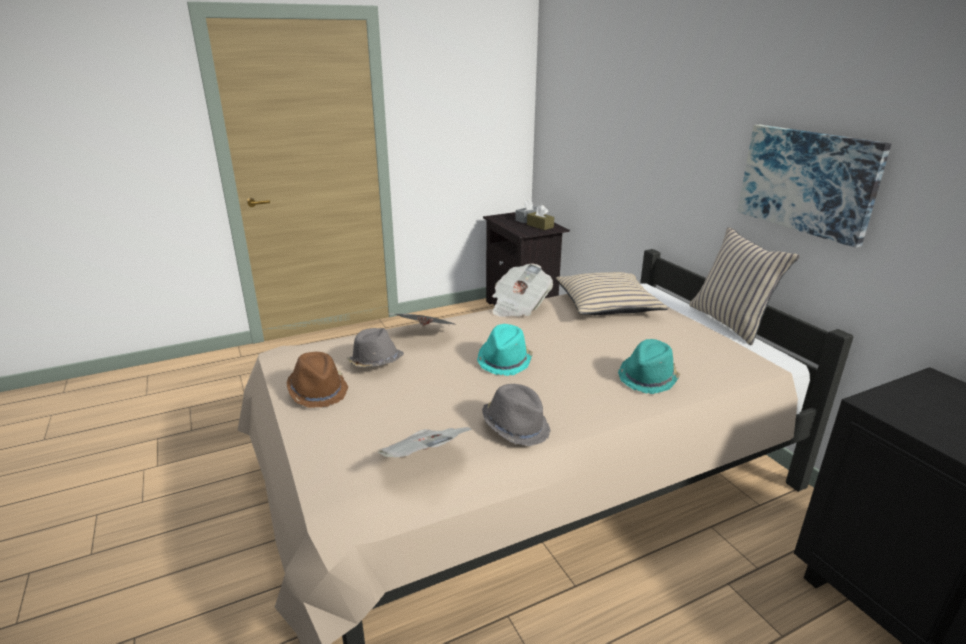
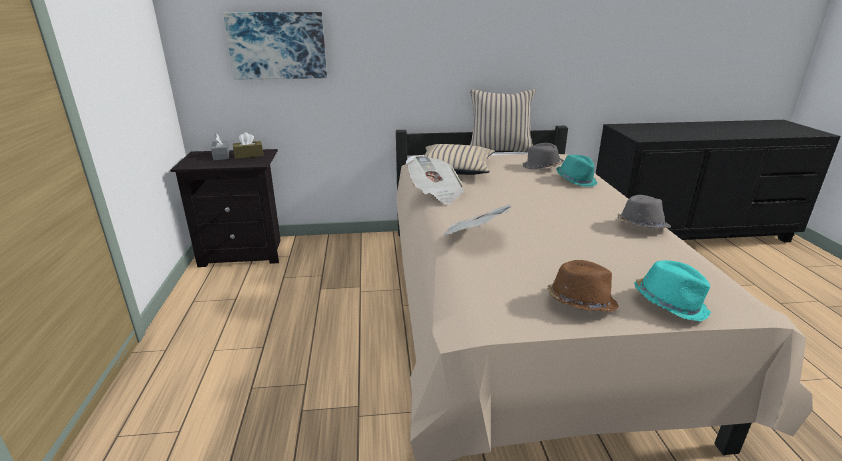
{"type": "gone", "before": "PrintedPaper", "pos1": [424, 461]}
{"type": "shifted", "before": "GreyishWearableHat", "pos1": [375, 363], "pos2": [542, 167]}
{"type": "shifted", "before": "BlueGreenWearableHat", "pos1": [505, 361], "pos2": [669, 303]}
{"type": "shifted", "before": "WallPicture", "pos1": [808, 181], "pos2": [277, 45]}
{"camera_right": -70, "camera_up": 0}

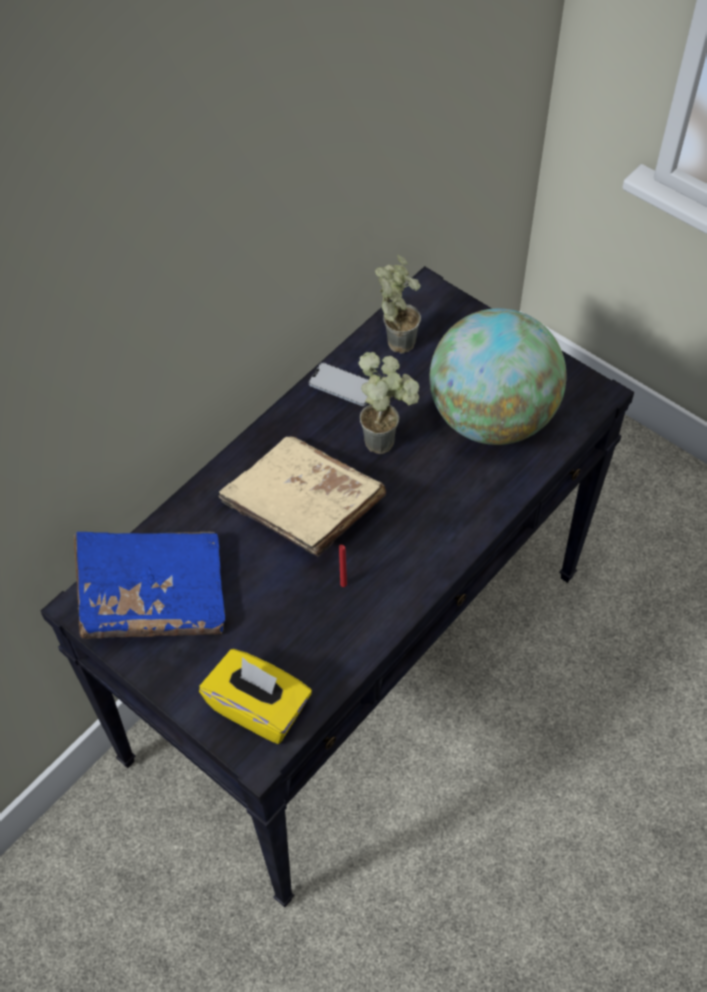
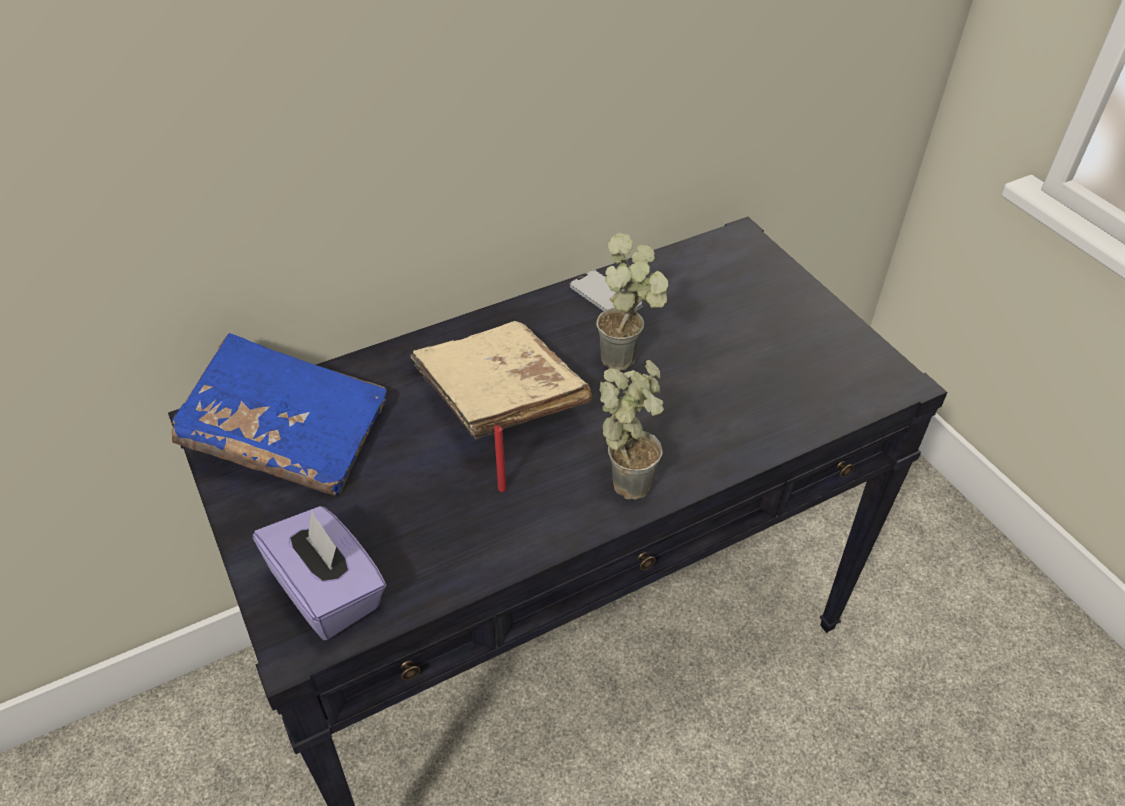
{"type": "gone", "before": "Globe", "pos1": [491, 418]}
{"type": "shifted", "before": "PlantInAPot", "pos1": [396, 338], "pos2": [629, 476]}
{"type": "repainted", "before": "YellowishTissueHolder", "after": "PurpleTissueHolder", "pos1": [259, 708], "pos2": [329, 591]}
{"camera_right": 20, "camera_up": -10}

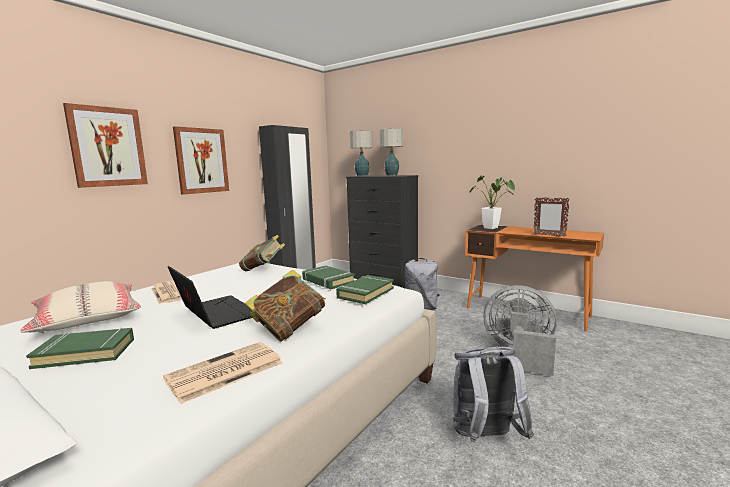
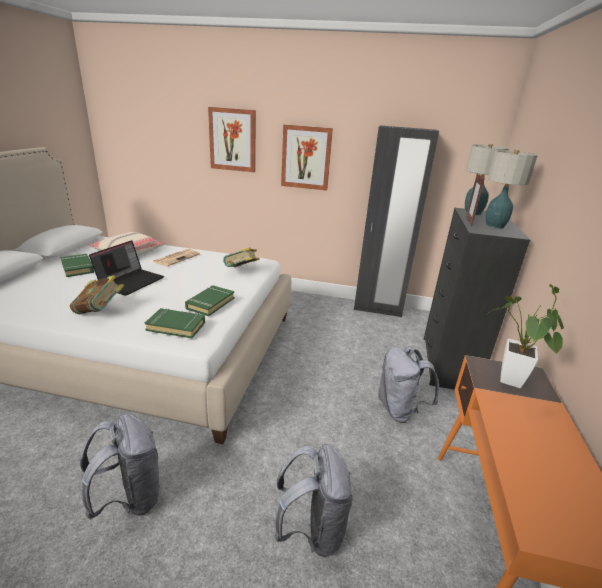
{"type": "gone", "before": "PrintedPaper", "pos1": [224, 372]}
{"type": "shifted", "before": "PictureFrame", "pos1": [549, 235], "pos2": [469, 221]}
{"type": "swapped", "before": "GreyishElectricFan", "after": "GreyishKnapsack", "pos1": [519, 354], "pos2": [312, 530]}
{"camera_right": 65, "camera_up": 15}

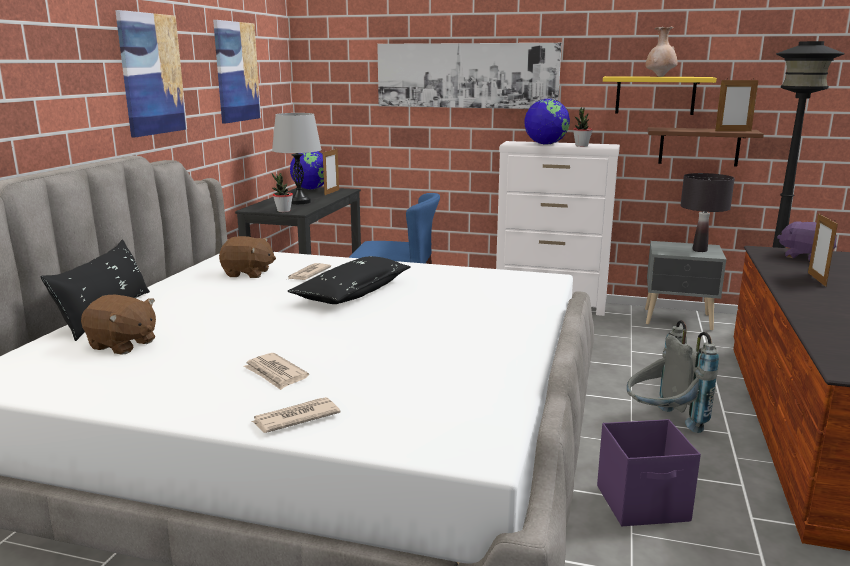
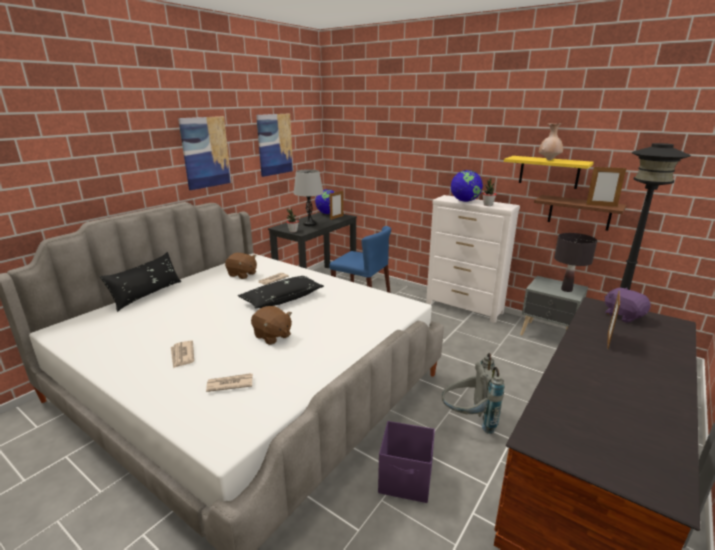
{"type": "gone", "before": "WallPicture", "pos1": [466, 75]}
{"type": "shifted", "before": "BrownishPlushToy", "pos1": [123, 345], "pos2": [272, 336]}
{"type": "shifted", "before": "PrintedPaper", "pos1": [295, 418], "pos2": [229, 384]}
{"camera_right": 20, "camera_up": 5}

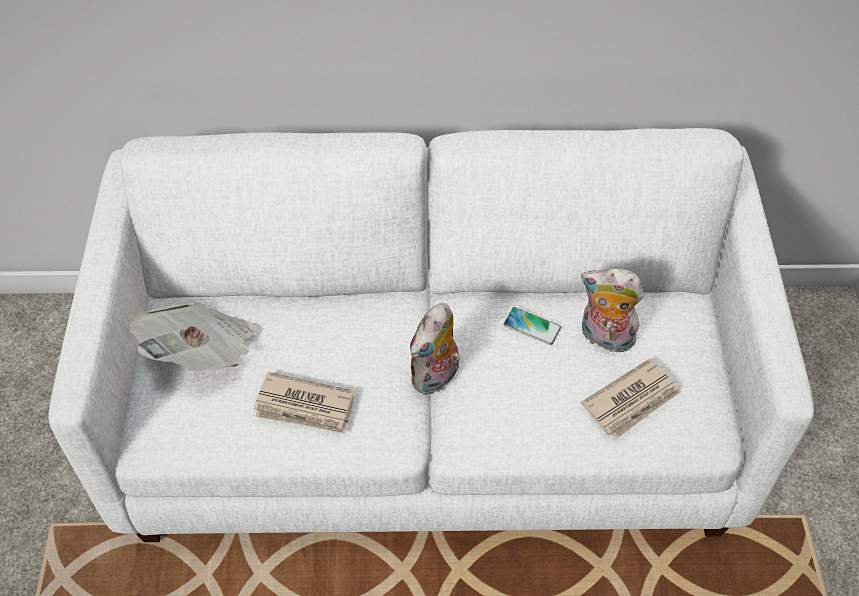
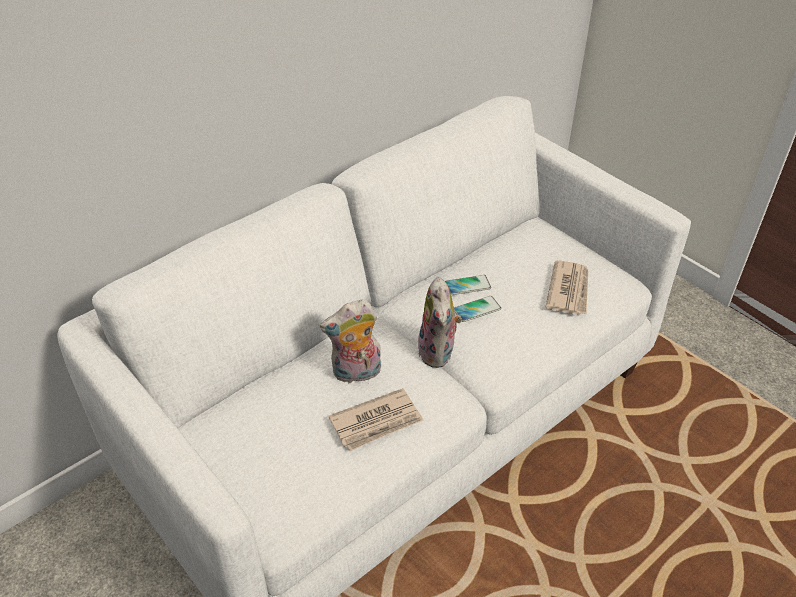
{"type": "gone", "before": "PrintedPaper", "pos1": [203, 352]}
{"type": "new", "after": "Handset", "pos2": [477, 309]}
{"type": "shifted", "before": "PlushToy", "pos1": [604, 338], "pos2": [356, 373]}
{"camera_right": -40, "camera_up": -10}

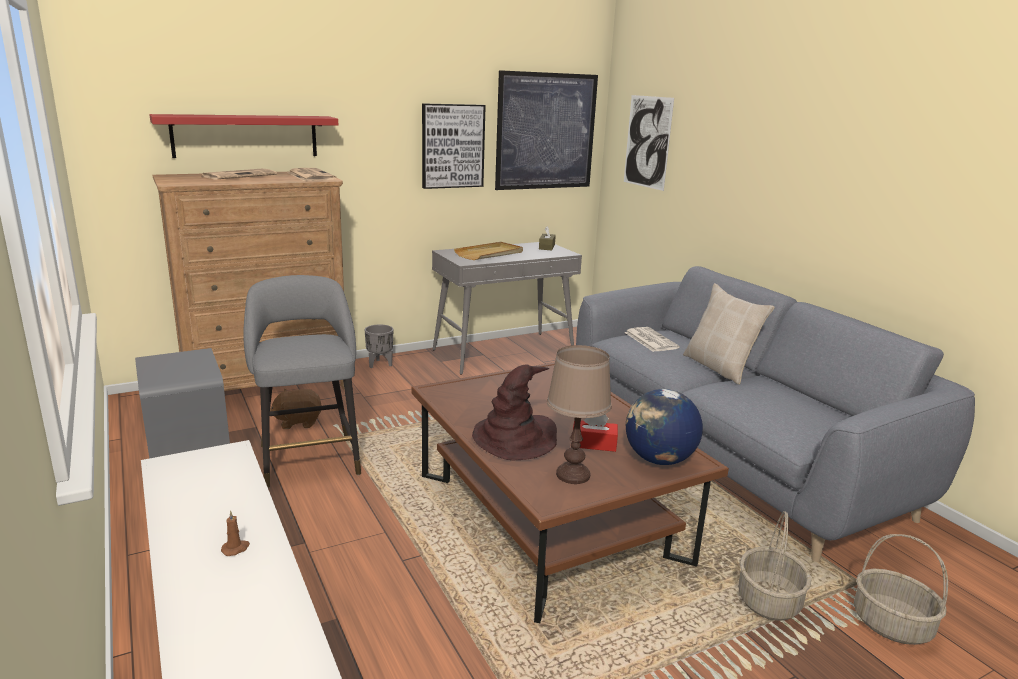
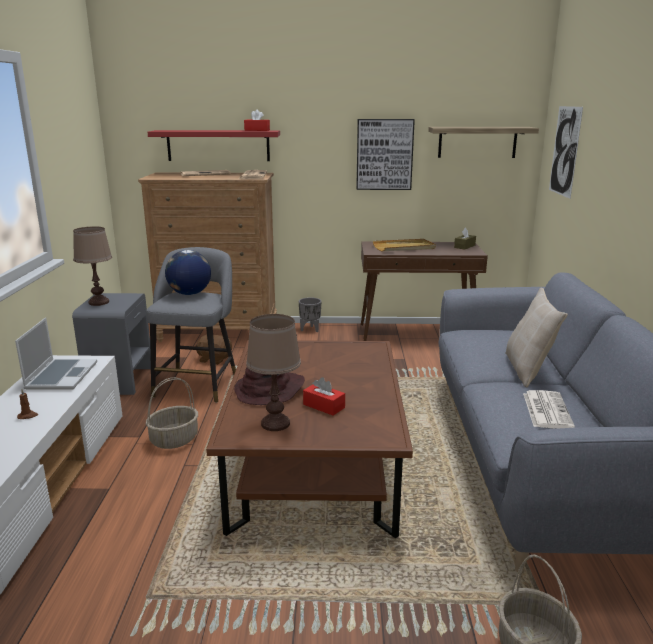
{"type": "new", "after": "Laptop", "pos2": [61, 375]}
{"type": "new", "after": "BrownishTabletopLamp", "pos2": [98, 302]}
{"type": "new", "after": "ReddishTissueHolder", "pos2": [257, 130]}
{"type": "shifted", "before": "PrintedPaper", "pos1": [650, 340], "pos2": [546, 410]}
{"type": "shifted", "before": "Globe", "pos1": [659, 460], "pos2": [189, 294]}
{"type": "shifted", "before": "StorageBasket", "pos1": [768, 600], "pos2": [174, 439]}
{"type": "swapped", "before": "WallPicture", "after": "Shelf", "pos1": [546, 131], "pos2": [477, 142]}
{"type": "repainted", "before": "GreyishConsoleTable", "after": "BrownishConsoleTable", "pos1": [504, 352], "pos2": [417, 335]}
{"camera_right": 30, "camera_up": 0}

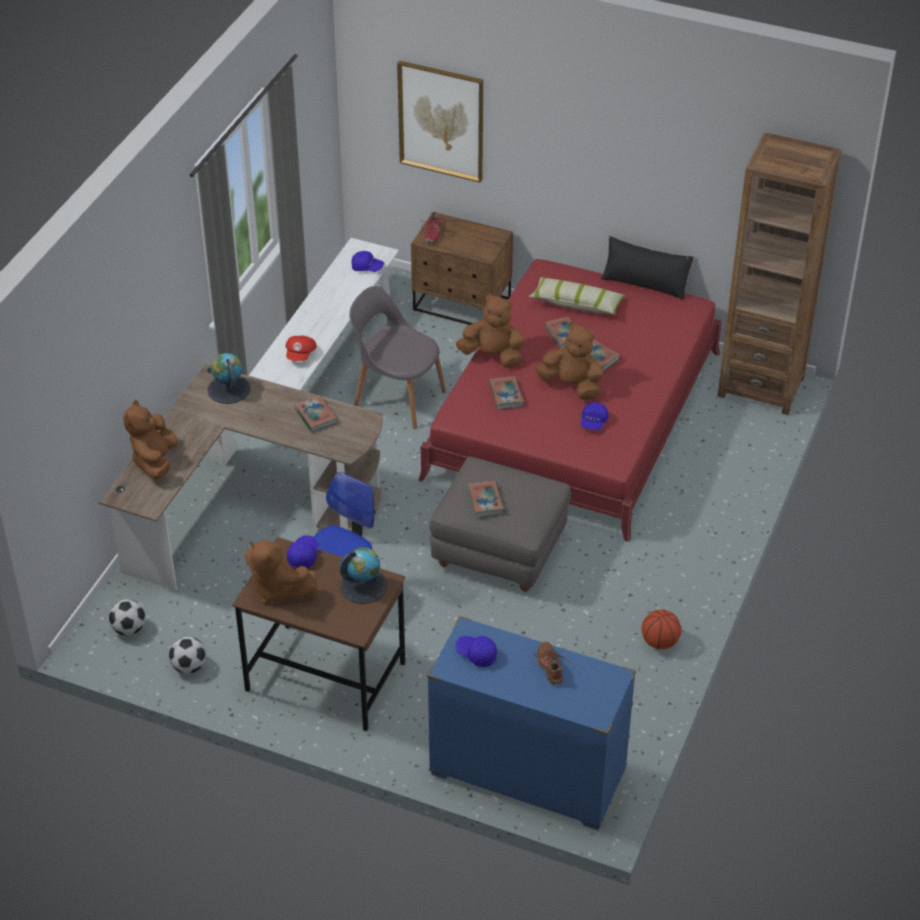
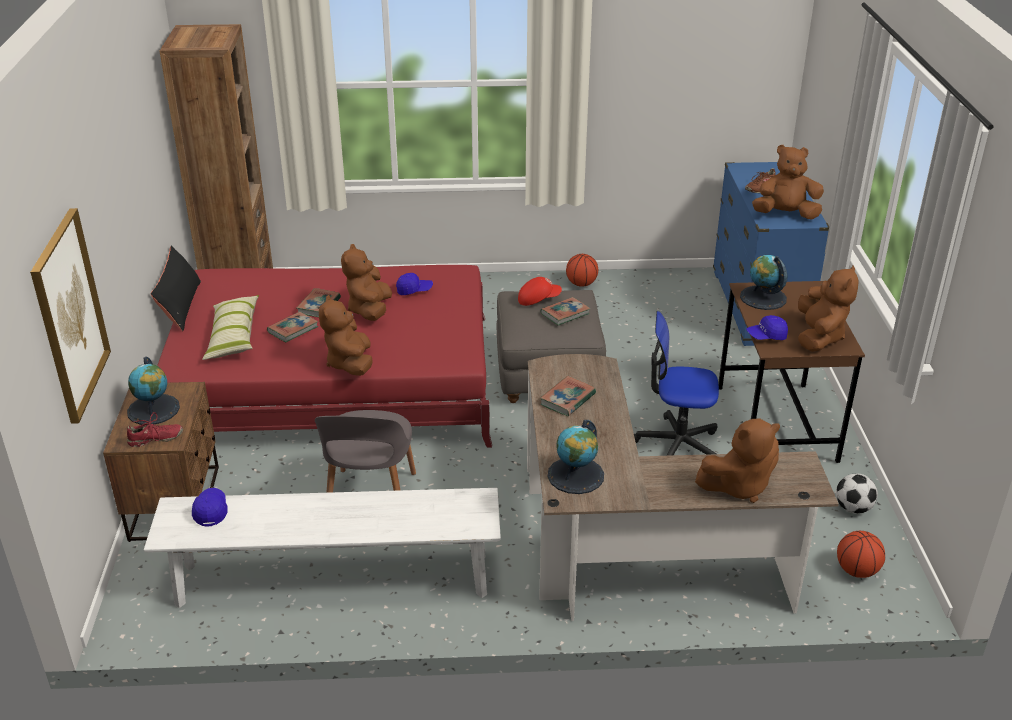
{"type": "gone", "before": "Book", "pos1": [506, 395]}
{"type": "new", "after": "Globe", "pos2": [153, 409]}
{"type": "shifted", "before": "ReddishCap", "pos1": [301, 355], "pos2": [538, 299]}
{"type": "swapped", "before": "BallForFootball", "after": "Basketball", "pos1": [129, 629], "pos2": [857, 571]}
{"type": "swapped", "before": "BluishCap", "after": "BrownishPlushToy", "pos1": [476, 654], "pos2": [785, 215]}
{"camera_right": -115, "camera_up": -10}

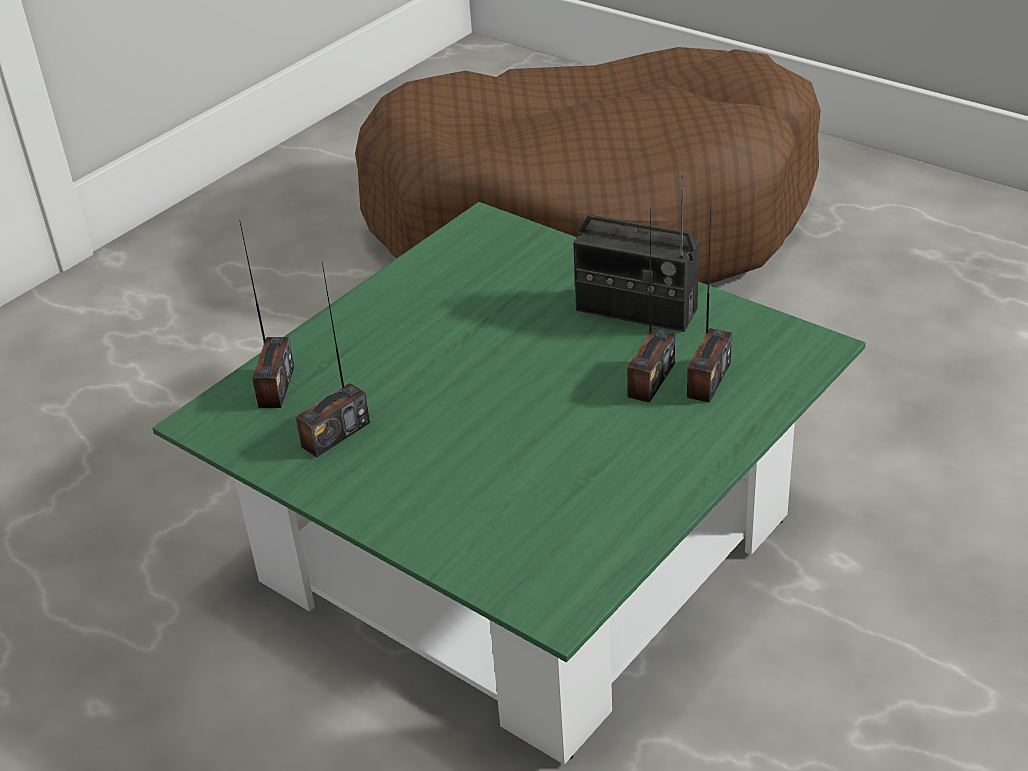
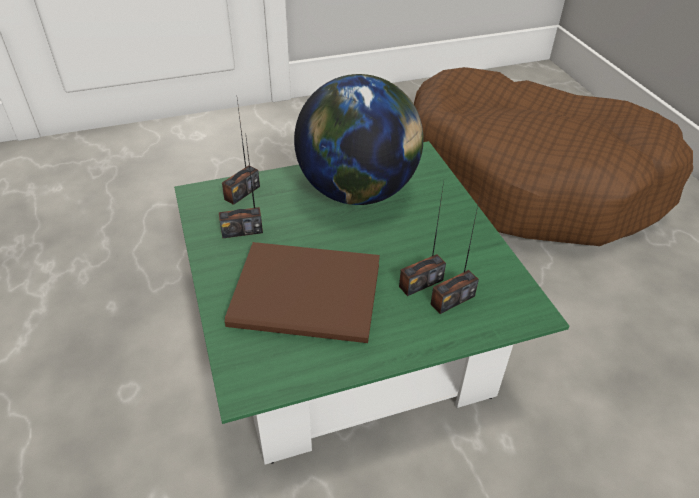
{"type": "gone", "before": "RadioReceiver", "pos1": [636, 310]}
{"type": "new", "after": "BrownishBook", "pos2": [310, 298]}
{"type": "new", "after": "Globe", "pos2": [358, 191]}
{"camera_right": 30, "camera_up": 5}

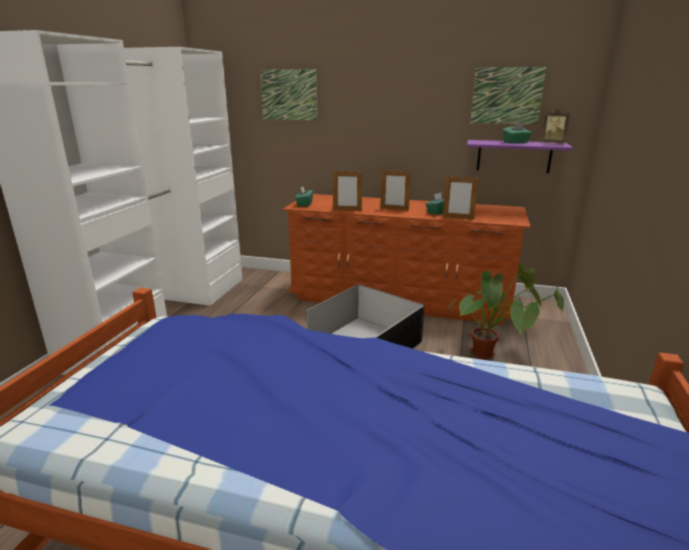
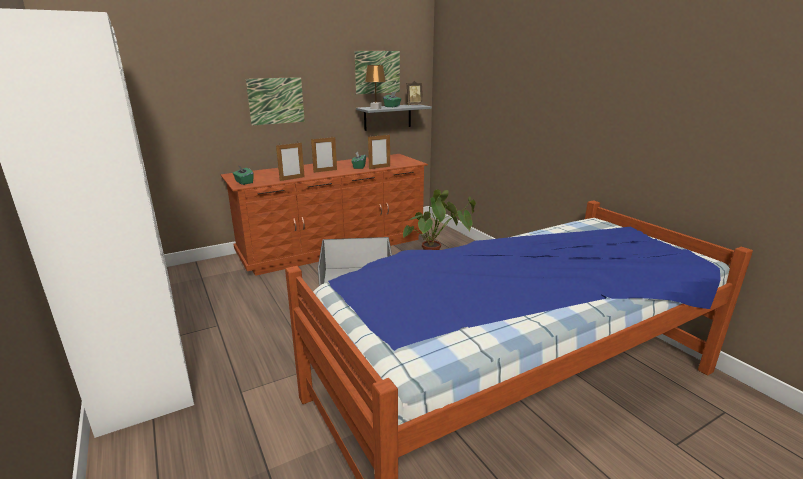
{"type": "new", "after": "BrownishTabletopLamp", "pos2": [376, 108]}
{"type": "shifted", "before": "WallPicture", "pos1": [289, 95], "pos2": [276, 101]}
{"type": "repainted", "before": "PurpleShelf", "after": "GreyishShelf", "pos1": [514, 156], "pos2": [387, 117]}
{"camera_right": -45, "camera_up": 0}

